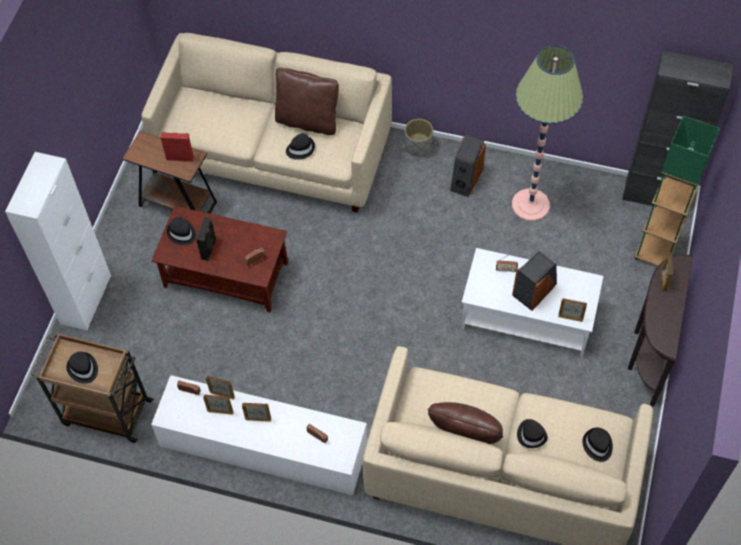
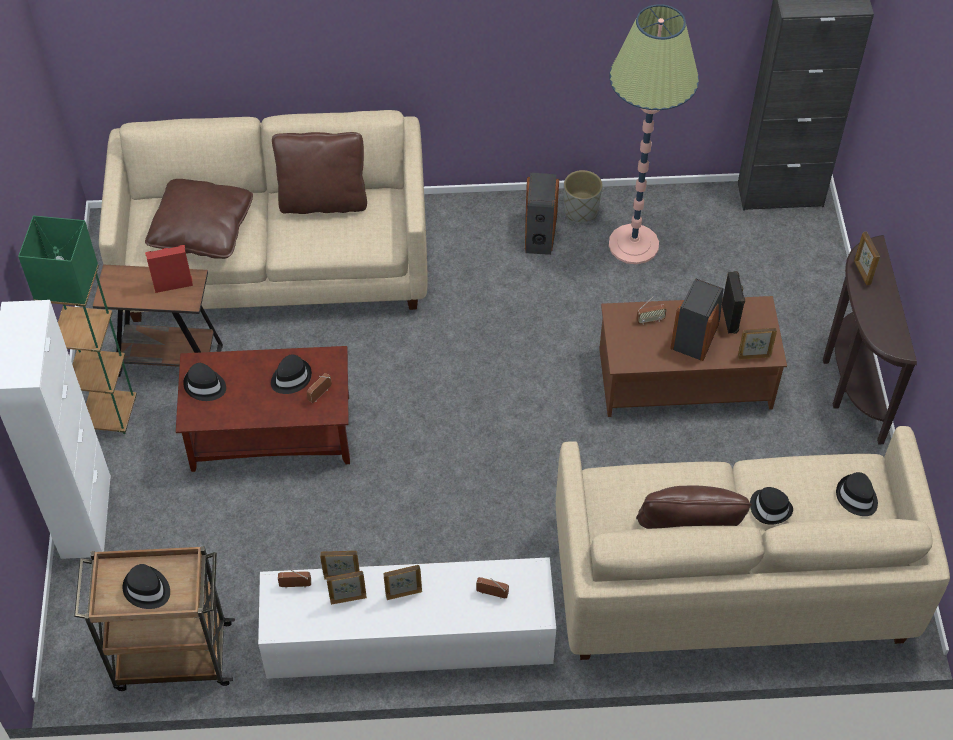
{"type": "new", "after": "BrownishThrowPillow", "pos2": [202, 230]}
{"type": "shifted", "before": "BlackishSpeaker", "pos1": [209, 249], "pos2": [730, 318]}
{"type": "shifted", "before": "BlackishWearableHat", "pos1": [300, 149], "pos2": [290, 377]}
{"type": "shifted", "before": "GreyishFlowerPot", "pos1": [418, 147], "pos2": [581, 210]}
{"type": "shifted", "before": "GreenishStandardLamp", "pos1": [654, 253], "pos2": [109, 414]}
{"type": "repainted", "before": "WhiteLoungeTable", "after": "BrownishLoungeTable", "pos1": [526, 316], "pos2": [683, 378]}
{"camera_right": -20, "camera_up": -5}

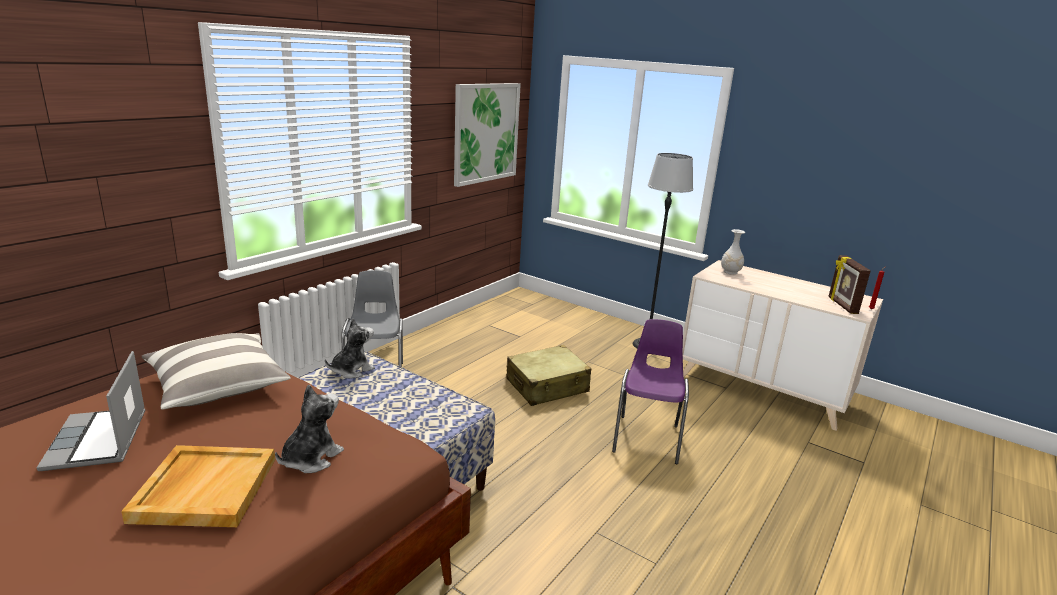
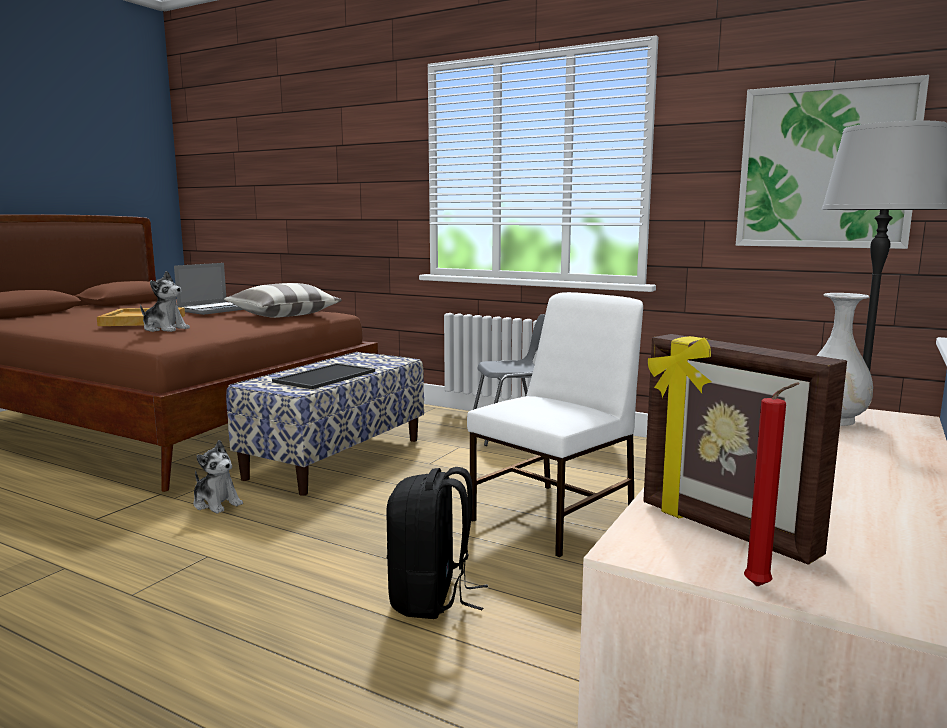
{"type": "new", "after": "ServingTray", "pos2": [325, 376]}
{"type": "shifted", "before": "PlushToy", "pos1": [351, 370], "pos2": [217, 503]}
{"type": "swapped", "before": "SandColouredSuitcase", "after": "WhitePlainChair", "pos1": [547, 386], "pos2": [556, 517]}
{"type": "swapped", "before": "PurplePlainChair", "after": "BlackishKnapsack", "pos1": [647, 438], "pos2": [432, 598]}
{"type": "rotated", "before": "Laptop", "pos1": [98, 441], "pos2": [214, 310], "turn": 150}
{"type": "rotated", "before": "PictureFrame", "pos1": [842, 305], "pos2": [724, 530], "turn": -120}
{"camera_right": 85, "camera_up": -10}

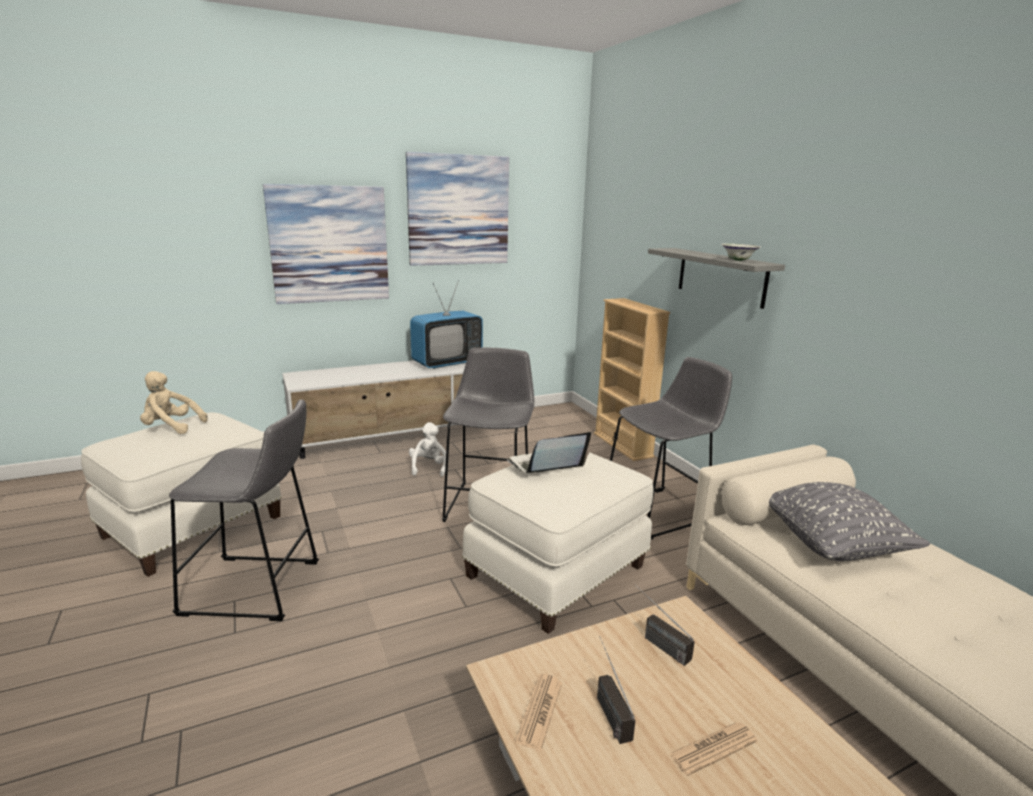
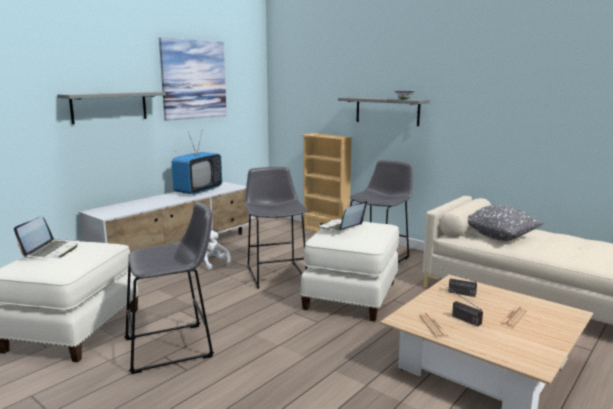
{"type": "swapped", "before": "SandColouredPlushToy", "after": "Laptop", "pos1": [171, 427], "pos2": [51, 250]}
{"type": "swapped", "before": "WallPicture", "after": "GreyishShelf", "pos1": [329, 244], "pos2": [109, 107]}
{"camera_right": -25, "camera_up": -5}

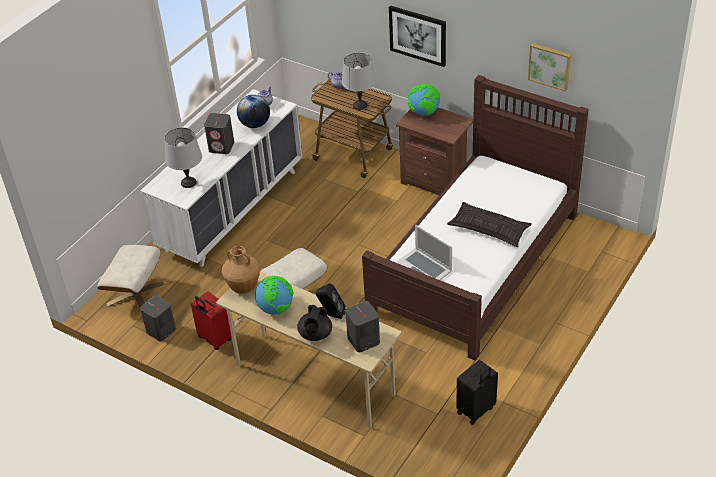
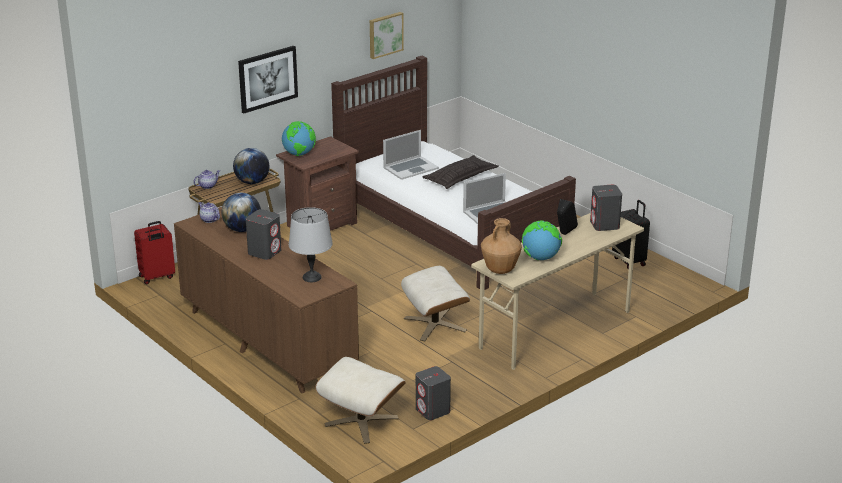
{"type": "gone", "before": "BlackishTeapot", "pos1": [315, 335]}
{"type": "new", "after": "Laptop", "pos2": [410, 168]}
{"type": "shifted", "before": "ReddishSuitcase", "pos1": [215, 339], "pos2": [157, 277]}
{"type": "swapped", "before": "GreyishTabletopLamp", "after": "Globe", "pos1": [359, 105], "pos2": [252, 182]}
{"type": "repainted", "before": "WhiteDresser", "after": "BrownishDresser", "pos1": [232, 210], "pos2": [266, 341]}
{"camera_right": -75, "camera_up": -15}

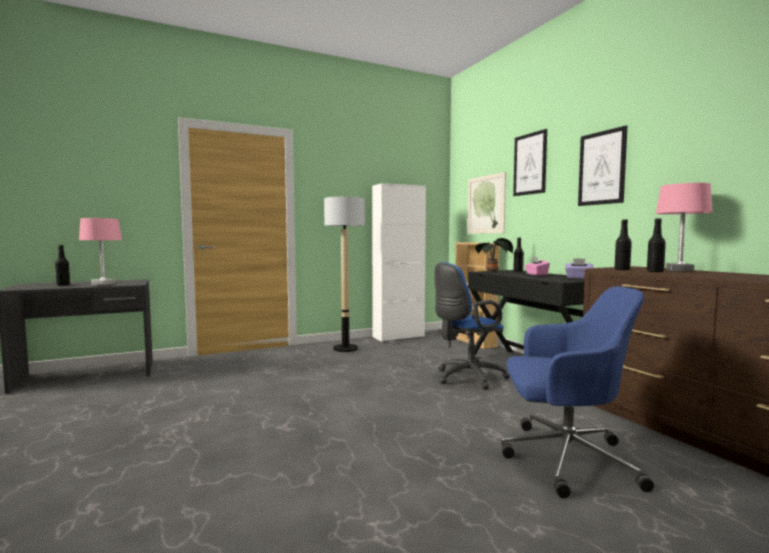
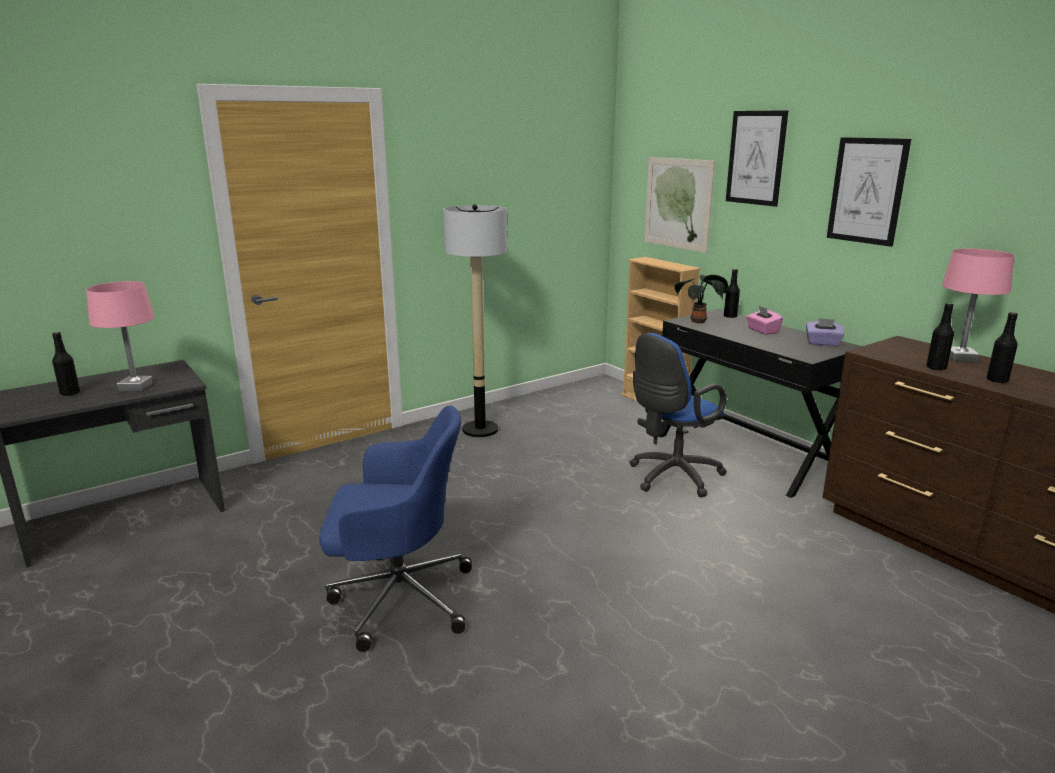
{"type": "gone", "before": "WhiteCupboard", "pos1": [398, 337]}
{"type": "shifted", "before": "BluishComputerChair", "pos1": [564, 459], "pos2": [398, 598]}
{"type": "shifted", "before": "BlackishDrinkBottle", "pos1": [622, 270], "pos2": [997, 380]}
{"camera_right": -10, "camera_up": 15}

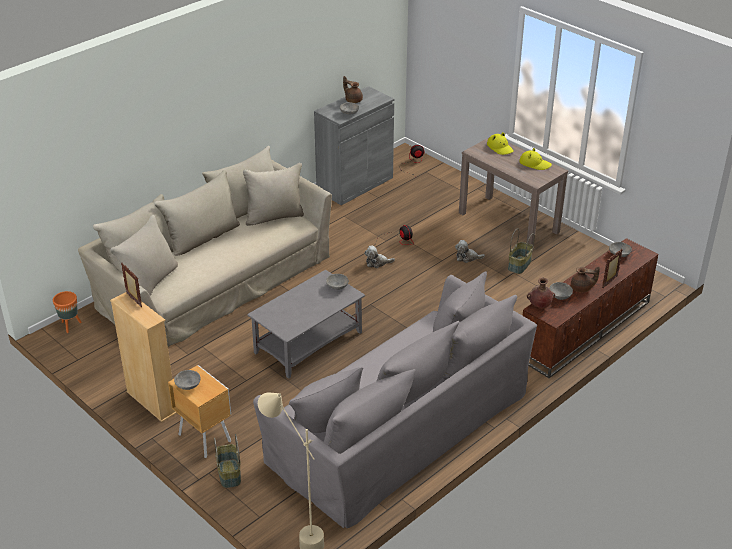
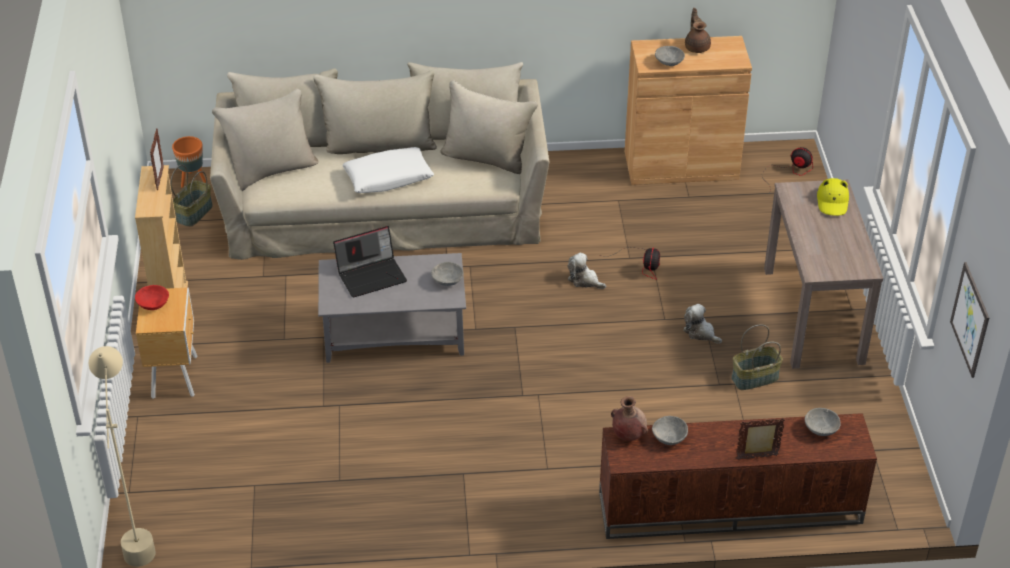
{"type": "gone", "before": "GreyishCouch", "pos1": [398, 425]}
{"type": "gone", "before": "YellowishWearableHat", "pos1": [534, 164]}
{"type": "gone", "before": "BrownishTeapot", "pos1": [581, 288]}
{"type": "new", "after": "Laptop", "pos2": [372, 275]}
{"type": "new", "after": "WhiteThrowPillow", "pos2": [388, 178]}
{"type": "new", "after": "WallPicture", "pos2": [970, 319]}
{"type": "shifted", "before": "StorageBasket", "pos1": [228, 473], "pos2": [194, 213]}
{"type": "repainted", "before": "GreyishDeepDish", "after": "ReddishDeepDish", "pos1": [187, 385], "pos2": [152, 304]}
{"type": "repainted", "before": "GreyishCupboard", "after": "BrownishCupboard", "pos1": [355, 184], "pos2": [681, 165]}
{"camera_right": 40, "camera_up": 5}

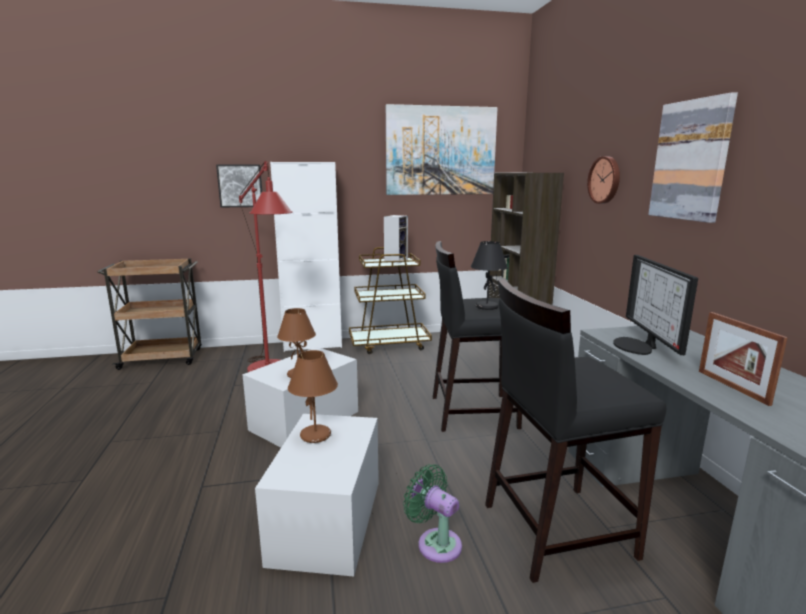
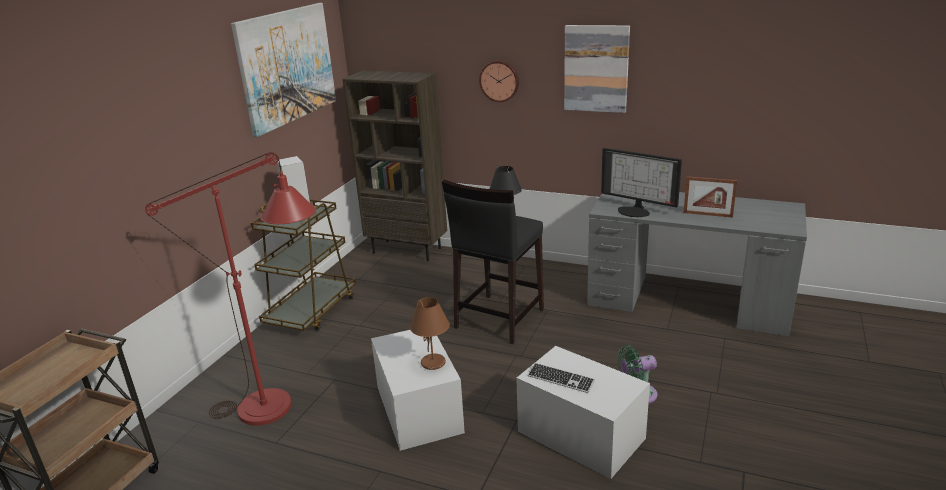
{"type": "gone", "before": "WallPicture", "pos1": [240, 185]}
{"type": "gone", "before": "WhiteCupboard", "pos1": [312, 345]}
{"type": "gone", "before": "BlackishStool", "pos1": [555, 529]}
{"type": "swapped", "before": "BrownishTabletopLamp", "after": "PcKeyboard", "pos1": [316, 436], "pos2": [560, 379]}
{"camera_right": -55, "camera_up": 10}

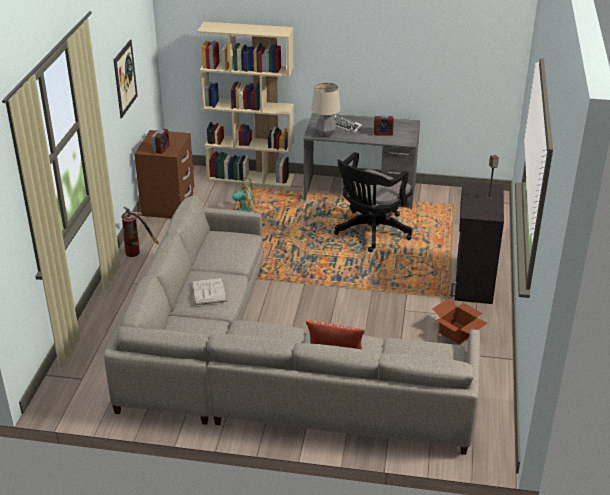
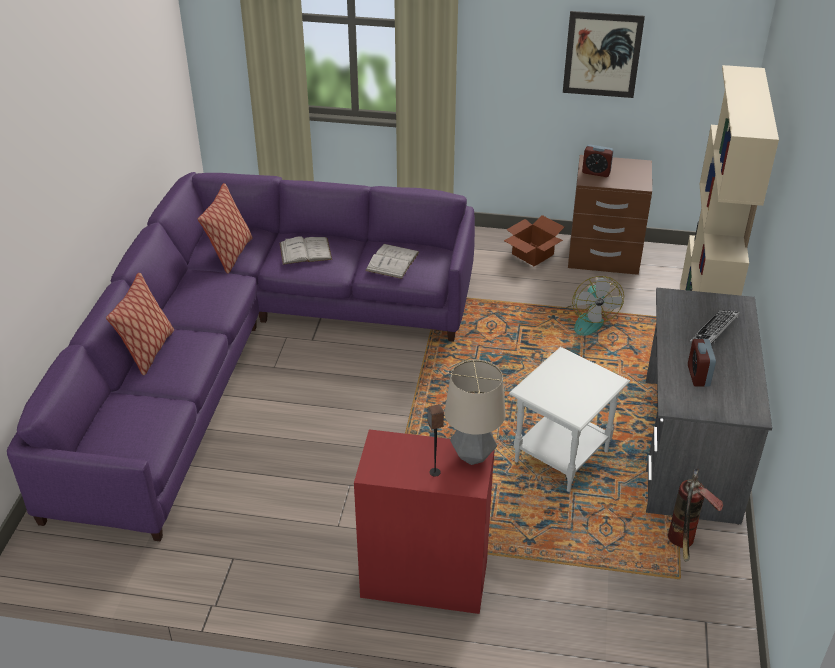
{"type": "new", "after": "ThrowPillow", "pos2": [230, 255]}
{"type": "new", "after": "WhiteBook", "pos2": [392, 261]}
{"type": "shifted", "before": "Extinguisher", "pos1": [138, 252], "pos2": [683, 546]}
{"type": "shifted", "before": "TabletopLamp", "pos1": [325, 134], "pos2": [472, 456]}
{"type": "shifted", "before": "PackingBox", "pos1": [457, 333], "pos2": [531, 254]}
{"type": "swapped", "before": "BlackishComputerChair", "after": "WhiteEndTable", "pos1": [370, 232], "pos2": [562, 456]}
{"type": "repainted", "before": "GreyishCouch", "after": "PurpleCouch", "pos1": [264, 367], "pos2": [246, 349]}
{"type": "repainted", "before": "BlackishCupboard", "after": "ReddishCupboard", "pos1": [472, 282], "pos2": [423, 577]}
{"camera_right": 90, "camera_up": 5}

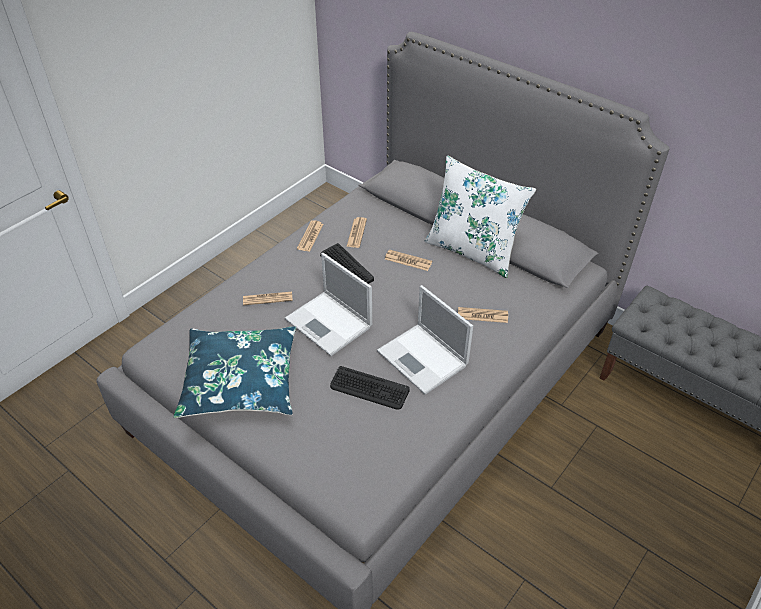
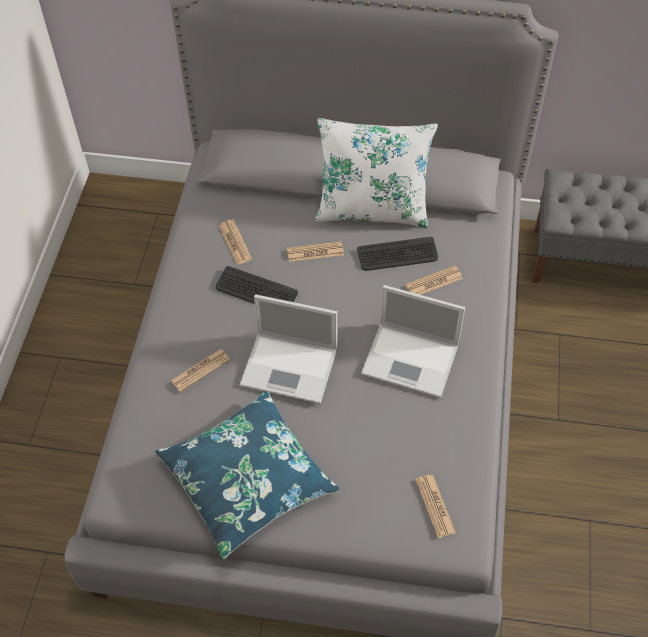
{"type": "shifted", "before": "PrintedPaper", "pos1": [310, 236], "pos2": [435, 506]}
{"type": "shifted", "before": "PcKeyboard", "pos1": [369, 389], "pos2": [397, 255]}
{"camera_right": -30, "camera_up": 10}

